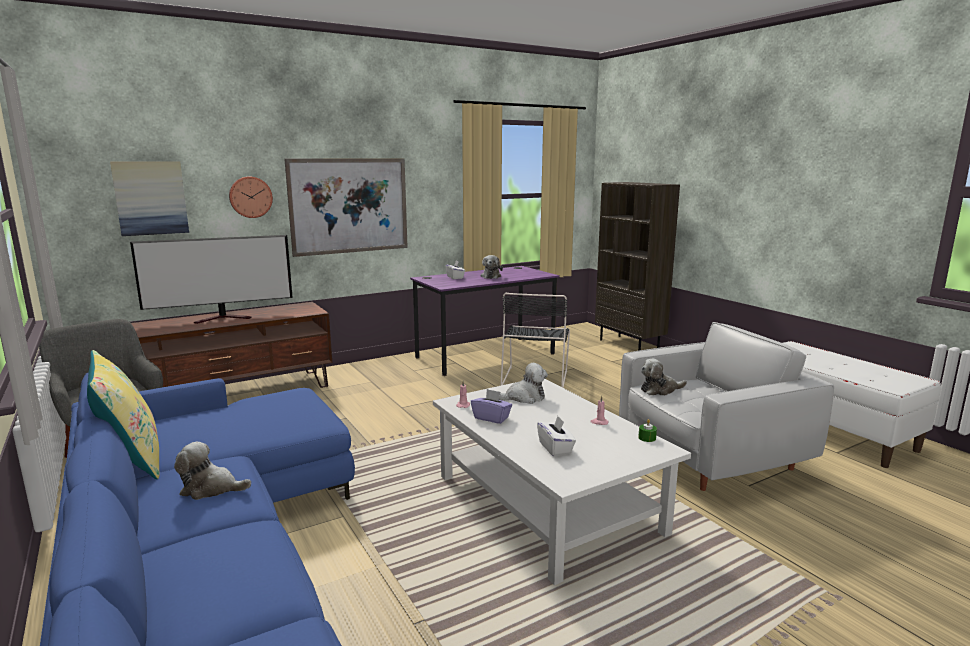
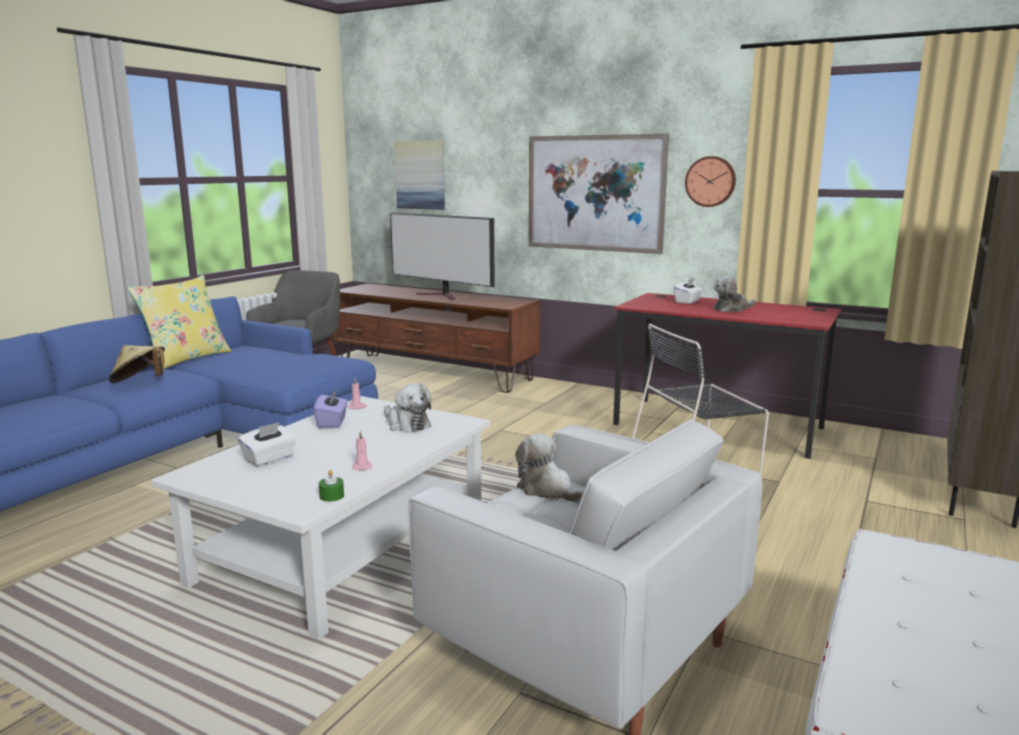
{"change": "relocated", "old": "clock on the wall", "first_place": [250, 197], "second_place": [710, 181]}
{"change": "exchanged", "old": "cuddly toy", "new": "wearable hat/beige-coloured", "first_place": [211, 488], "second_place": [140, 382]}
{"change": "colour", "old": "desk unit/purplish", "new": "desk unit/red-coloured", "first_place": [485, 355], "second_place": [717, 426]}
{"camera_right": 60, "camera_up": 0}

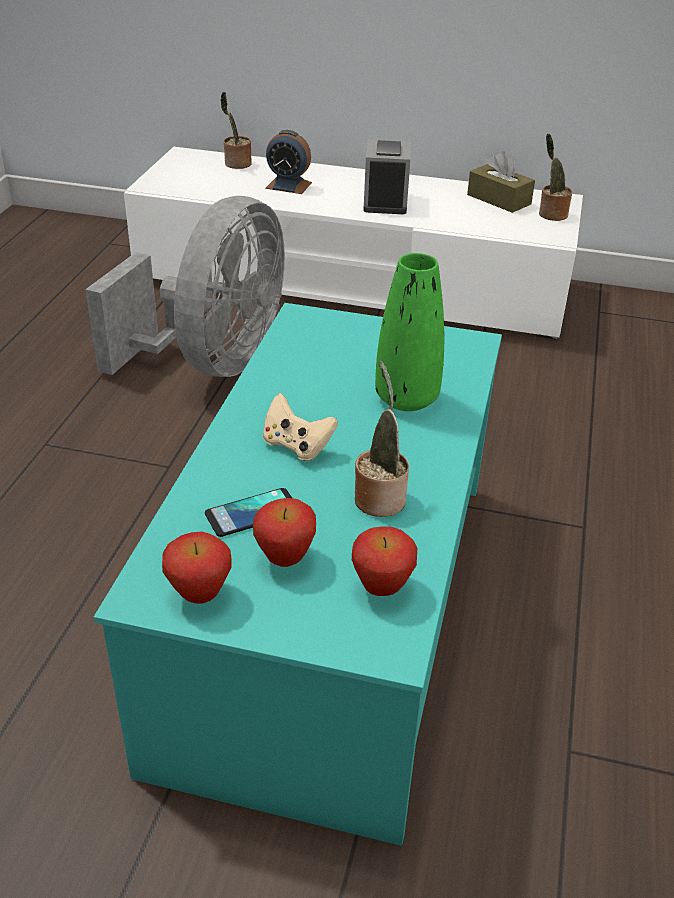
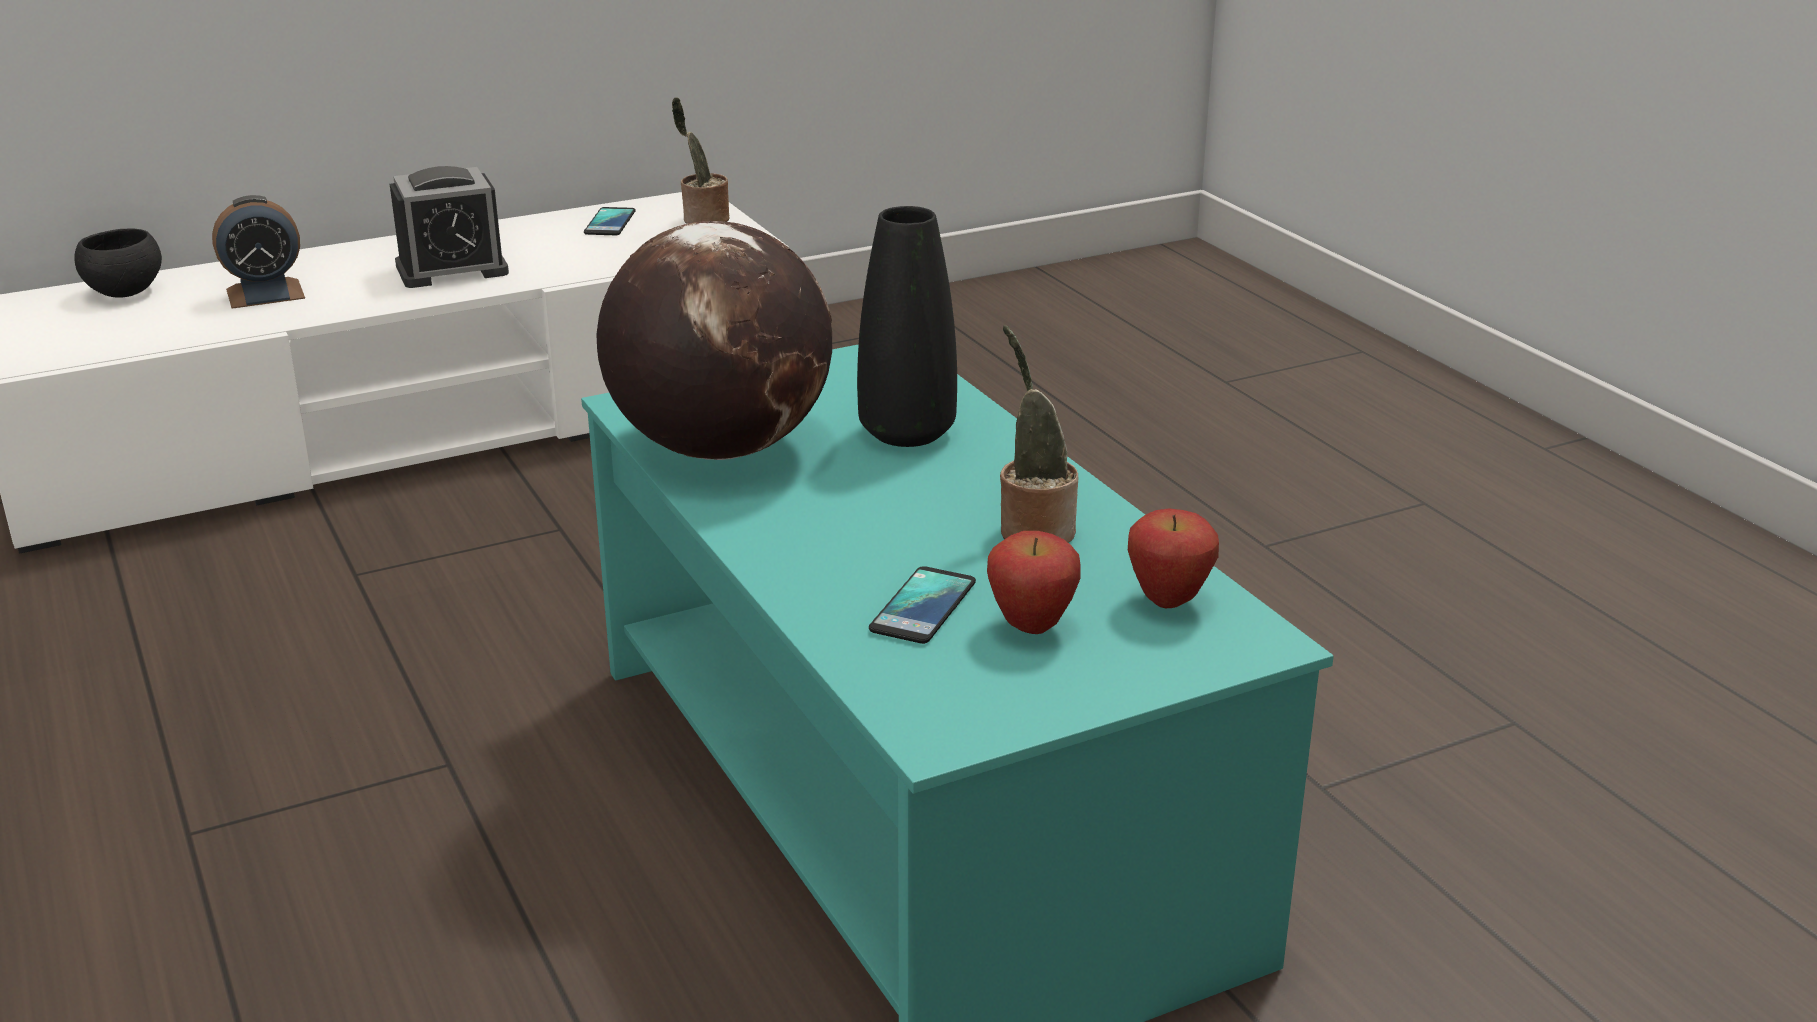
{"change": "missing", "old": "fan/grey", "first_place": [213, 362]}
{"change": "missing", "old": "whole apple", "first_place": [200, 595]}
{"change": "missing", "old": "game controller/beige-coloured", "first_place": [296, 446]}
{"change": "appeared", "new": "world globe", "second_place": [720, 448]}
{"change": "exchanged", "old": "houseplant", "new": "deep dish/black-coloured", "first_place": [236, 164], "second_place": [125, 292]}
{"change": "exchanged", "old": "tissue box/brown", "new": "phone", "first_place": [499, 199], "second_place": [610, 223]}
{"change": "colour", "old": "flower vase/green-coloured", "new": "flower vase/black-coloured", "first_place": [406, 399], "second_place": [907, 433]}
{"change": "spun", "old": "bedside clock", "first_place": [385, 201], "second_place": [452, 269], "degrees": 105}
{"camera_right": -40, "camera_up": -10}

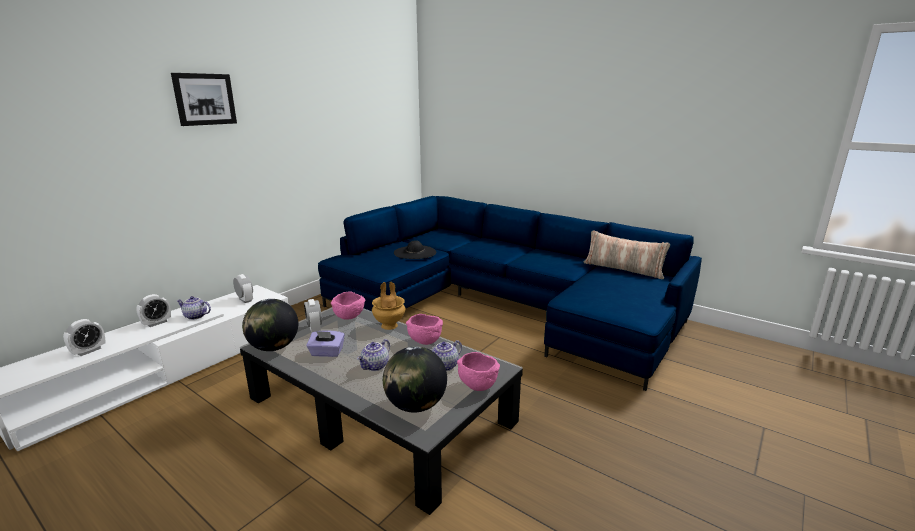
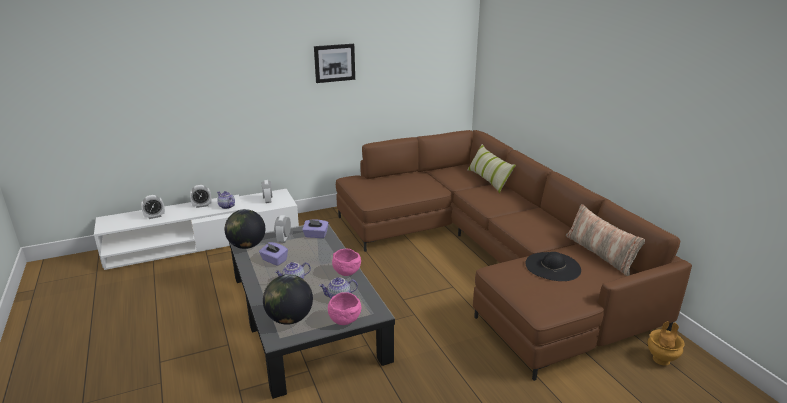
{"change": "appeared", "new": "pillow", "second_place": [488, 180]}
{"change": "relocated", "old": "picture", "first_place": [204, 99], "second_place": [334, 63]}
{"change": "relocated", "old": "flower vase/brown", "first_place": [390, 325], "second_place": [661, 359]}
{"change": "relocated", "old": "wearable hat/black-coloured", "first_place": [415, 252], "second_place": [553, 266]}
{"change": "exchanged", "old": "deep dish/pinkish", "new": "tissue box/purplish", "first_place": [349, 317], "second_place": [316, 235]}
{"change": "colour", "old": "couch/bluish", "new": "couch/brown", "first_place": [500, 304], "second_place": [487, 255]}
{"camera_right": 30, "camera_up": 5}

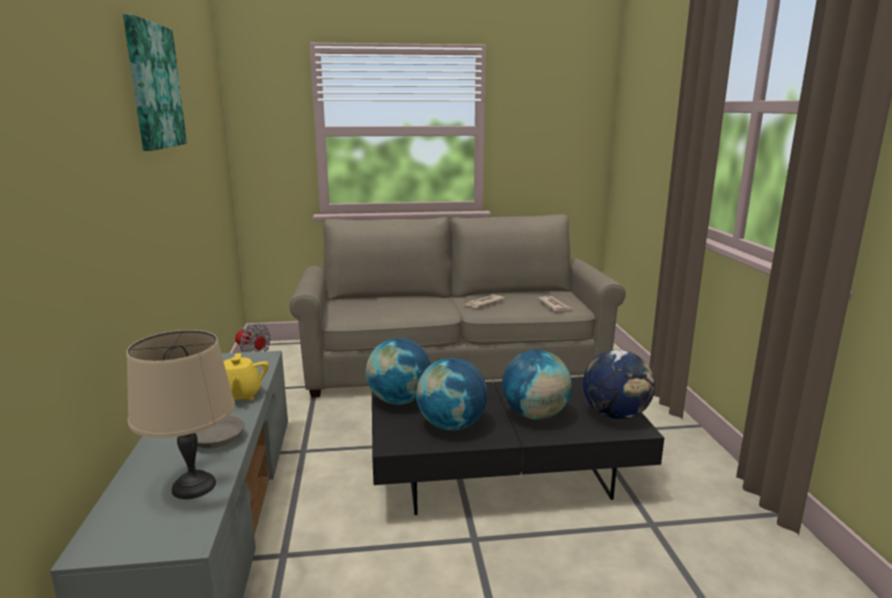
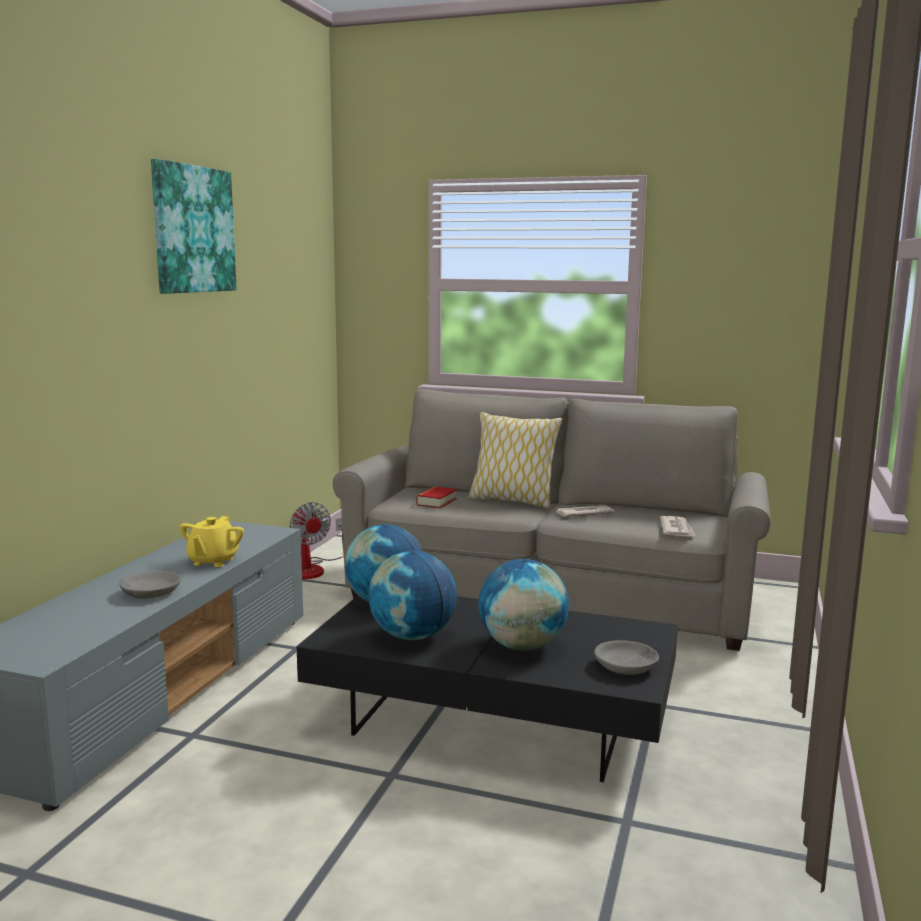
{"change": "missing", "old": "lamp for a table/beige-coloured", "first_place": [193, 487]}
{"change": "appeared", "new": "bound book", "second_place": [436, 502]}
{"change": "appeared", "new": "pillow", "second_place": [512, 501]}
{"change": "exchanged", "old": "world globe", "new": "deep dish/grey", "first_place": [615, 415], "second_place": [626, 667]}
{"camera_right": 25, "camera_up": -5}

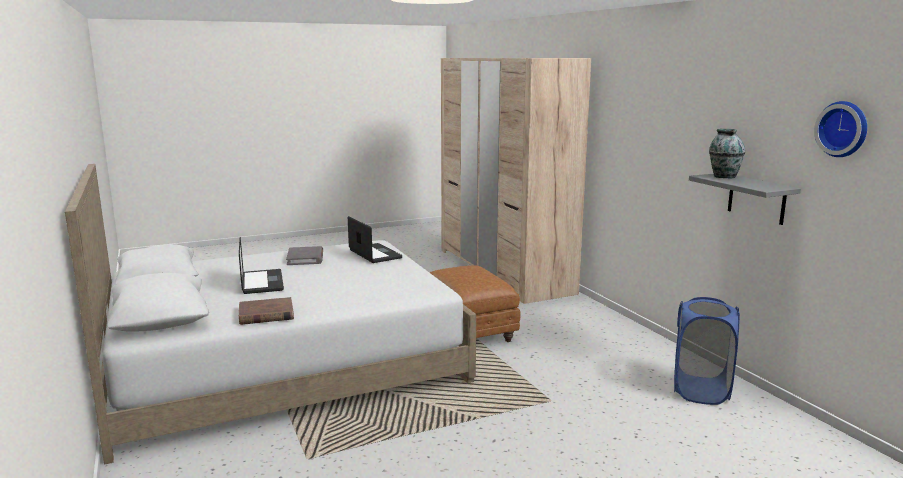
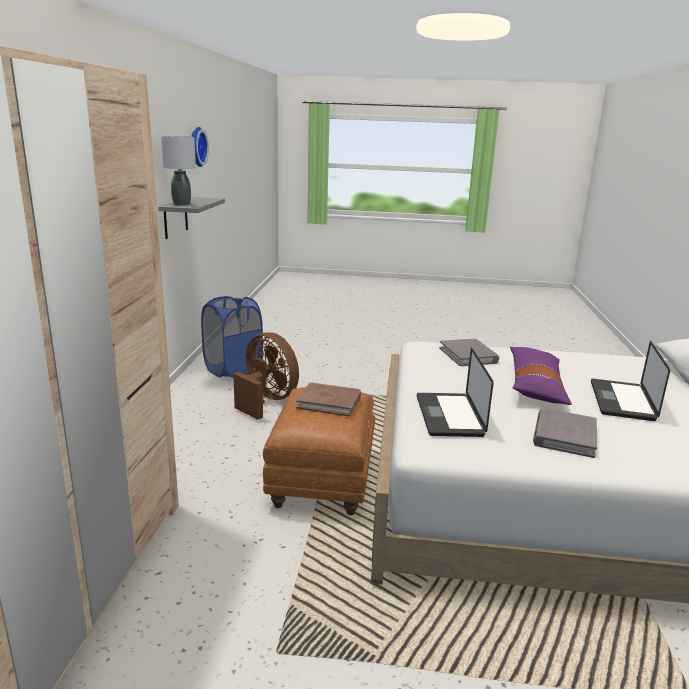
{"change": "appeared", "new": "fan/brown", "second_place": [266, 401]}
{"change": "appeared", "new": "bound book/grey", "second_place": [468, 355]}
{"change": "appeared", "new": "pillow/purplish", "second_place": [535, 386]}
{"change": "relocated", "old": "bound book/brown", "first_place": [266, 314], "second_place": [329, 402]}
{"change": "exchanged", "old": "flower vase", "new": "lamp for a table/grey", "first_place": [724, 176], "second_place": [181, 204]}
{"camera_right": -150, "camera_up": 5}

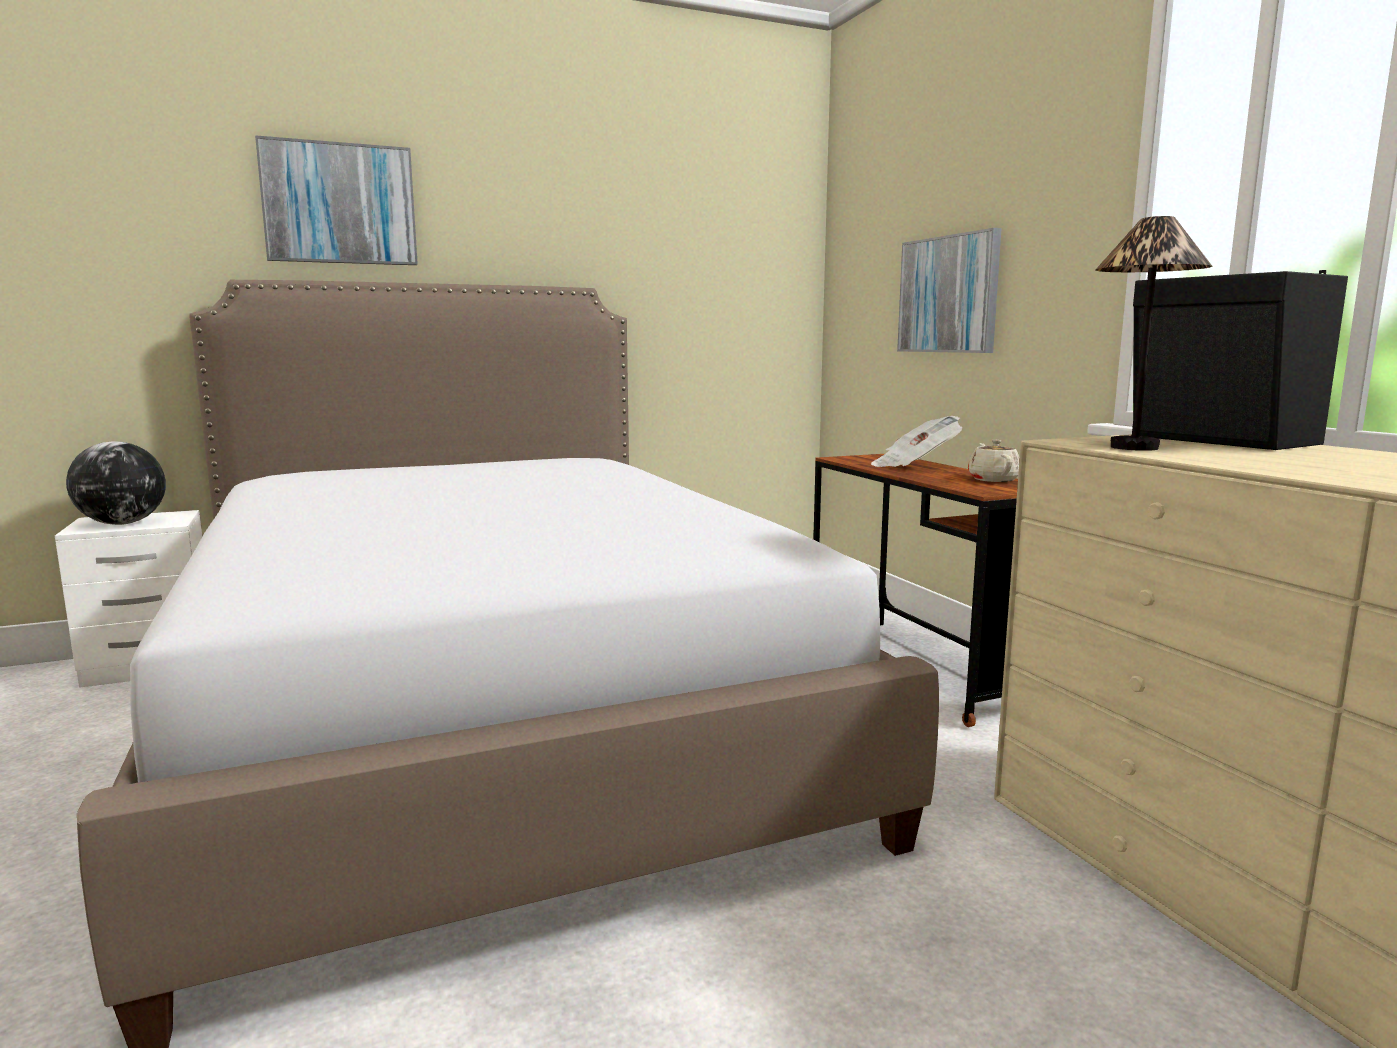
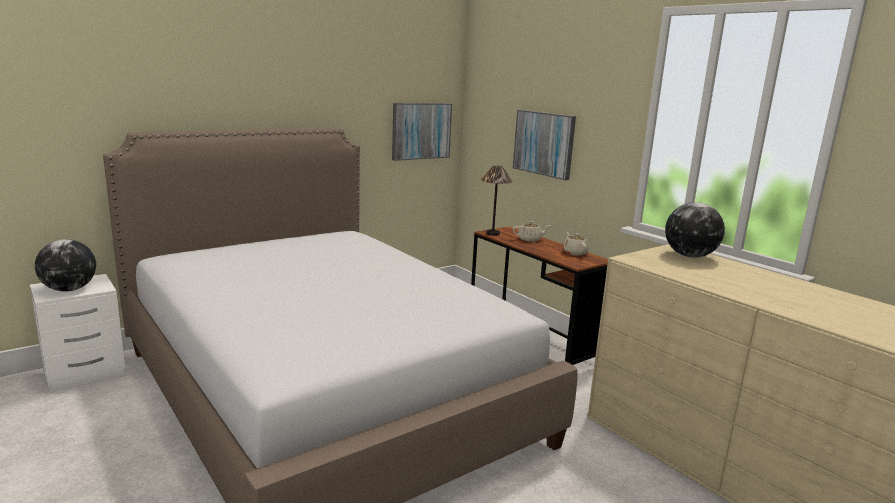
{"change": "relocated", "old": "picture", "first_place": [339, 204], "second_place": [421, 131]}
{"change": "relocated", "old": "lamp for a table", "first_place": [1133, 447], "second_place": [492, 233]}
{"change": "exchanged", "old": "printed paper", "new": "pot for tea/beige-coloured", "first_place": [914, 465], "second_place": [530, 239]}
{"change": "exchanged", "old": "audio speaker/black-coloured", "new": "world globe", "first_place": [1222, 441], "second_place": [690, 256]}
{"camera_right": -15, "camera_up": 5}

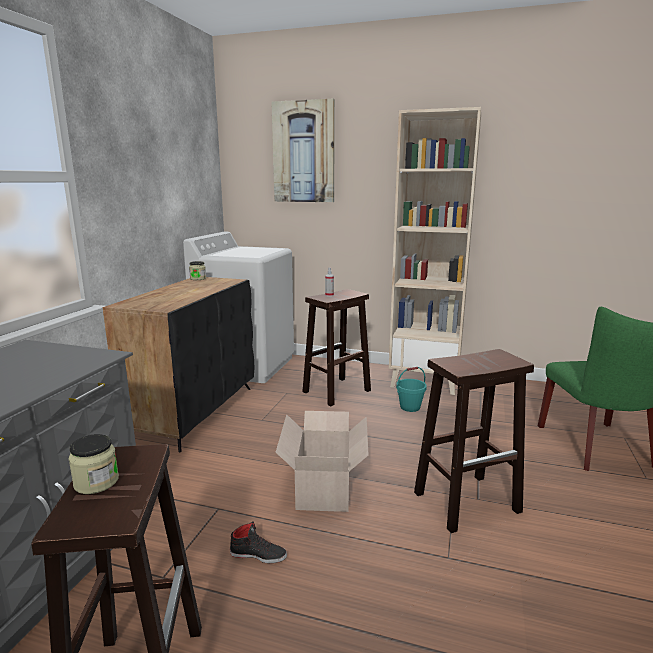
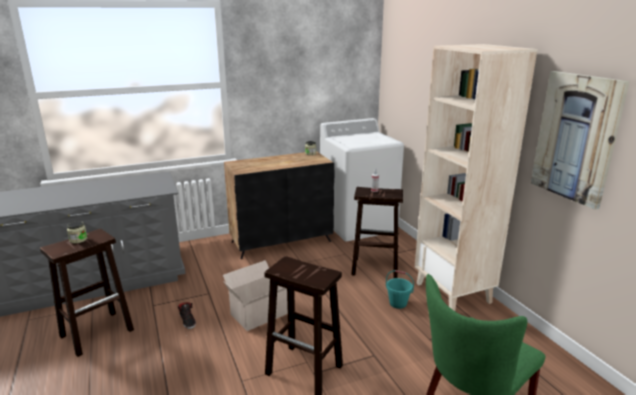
{"change": "relocated", "old": "picture", "first_place": [304, 152], "second_place": [576, 138]}
{"camera_right": 50, "camera_up": 5}

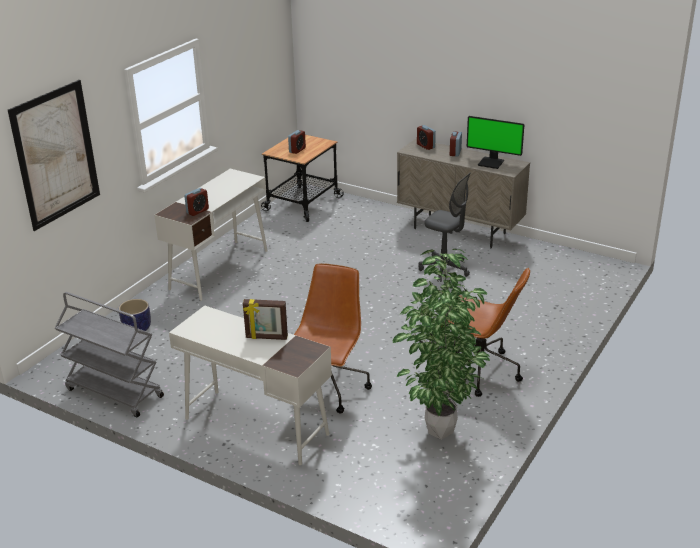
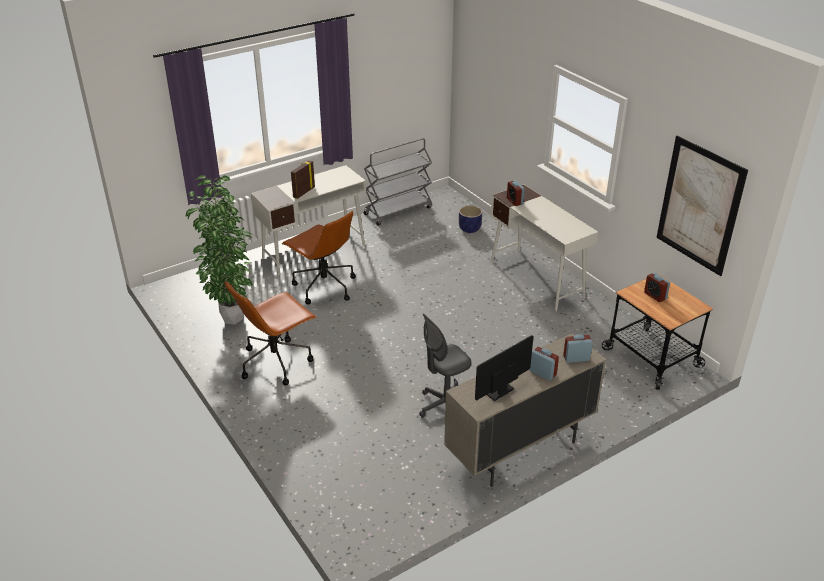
{"change": "relocated", "old": "picture", "first_place": [56, 155], "second_place": [699, 206]}
{"camera_right": 115, "camera_up": 5}

